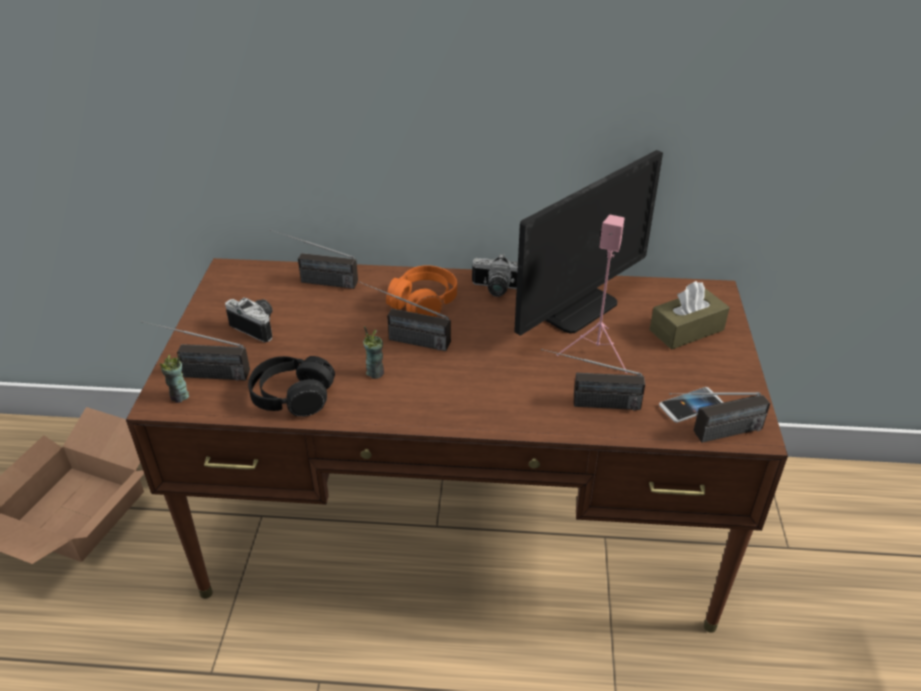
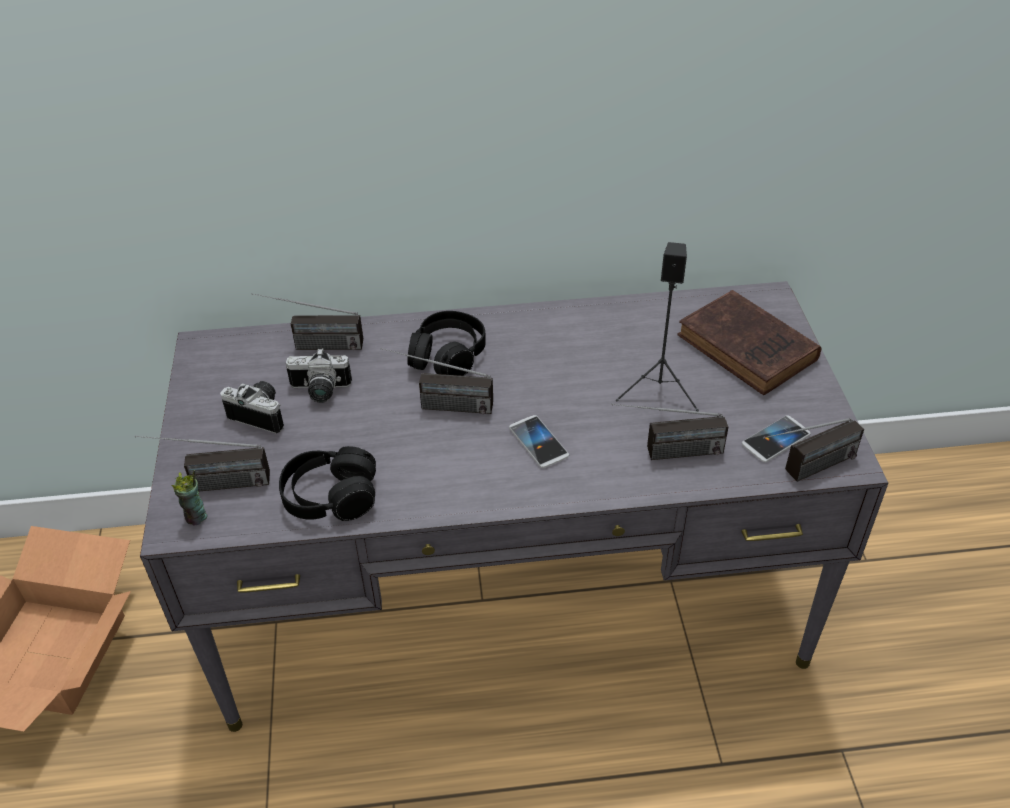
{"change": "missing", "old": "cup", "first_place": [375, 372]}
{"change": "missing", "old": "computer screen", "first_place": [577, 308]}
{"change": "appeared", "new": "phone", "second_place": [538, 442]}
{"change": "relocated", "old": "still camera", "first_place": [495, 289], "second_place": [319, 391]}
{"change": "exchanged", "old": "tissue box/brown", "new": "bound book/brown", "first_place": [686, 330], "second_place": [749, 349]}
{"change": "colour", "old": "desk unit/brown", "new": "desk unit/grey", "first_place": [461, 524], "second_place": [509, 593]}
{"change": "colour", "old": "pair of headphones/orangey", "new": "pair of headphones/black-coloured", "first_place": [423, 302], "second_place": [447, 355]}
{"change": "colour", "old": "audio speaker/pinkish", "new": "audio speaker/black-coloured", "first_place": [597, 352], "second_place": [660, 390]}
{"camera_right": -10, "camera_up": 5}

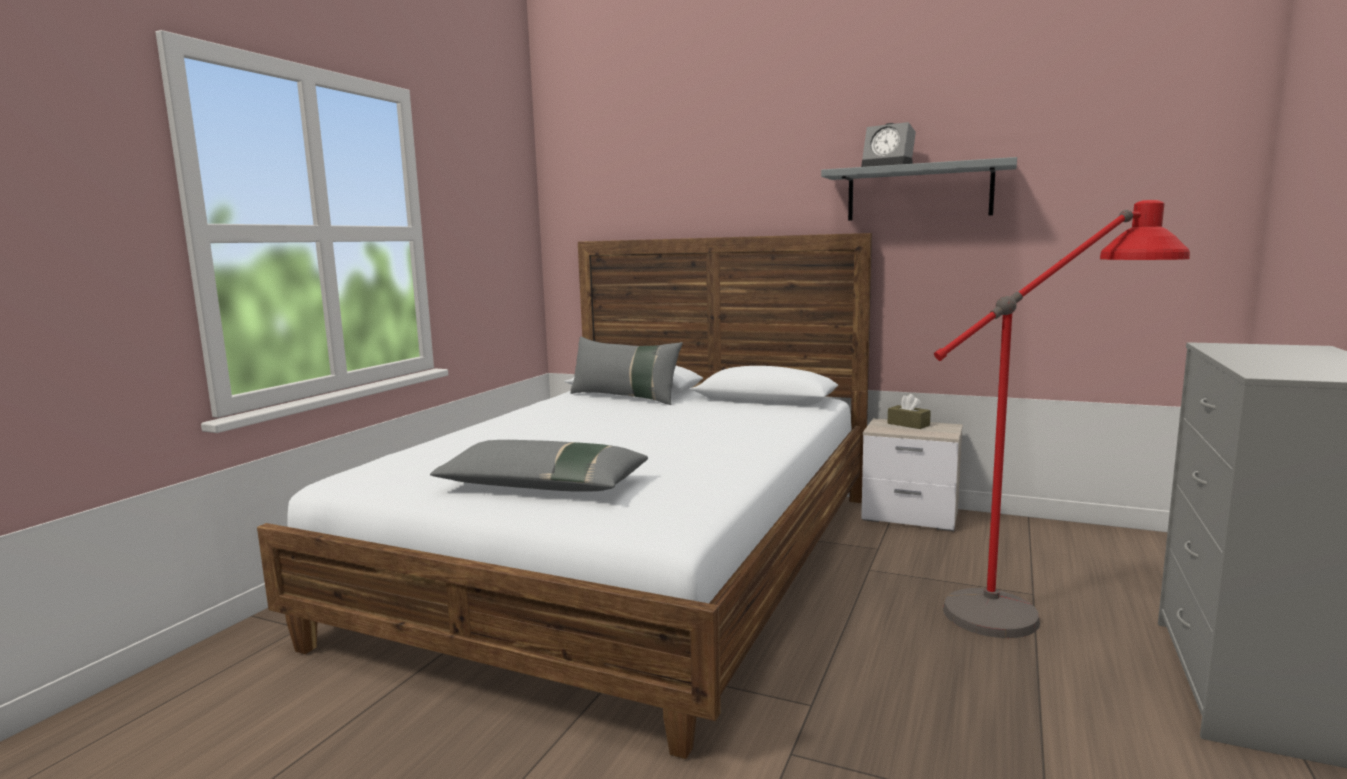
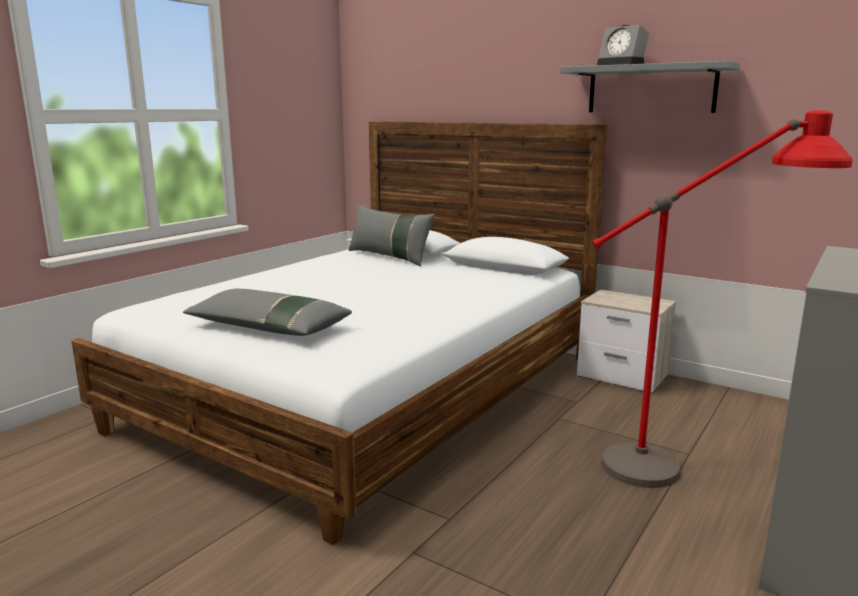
{"change": "missing", "old": "tissue box/brown", "first_place": [908, 424]}
{"camera_right": 10, "camera_up": 5}

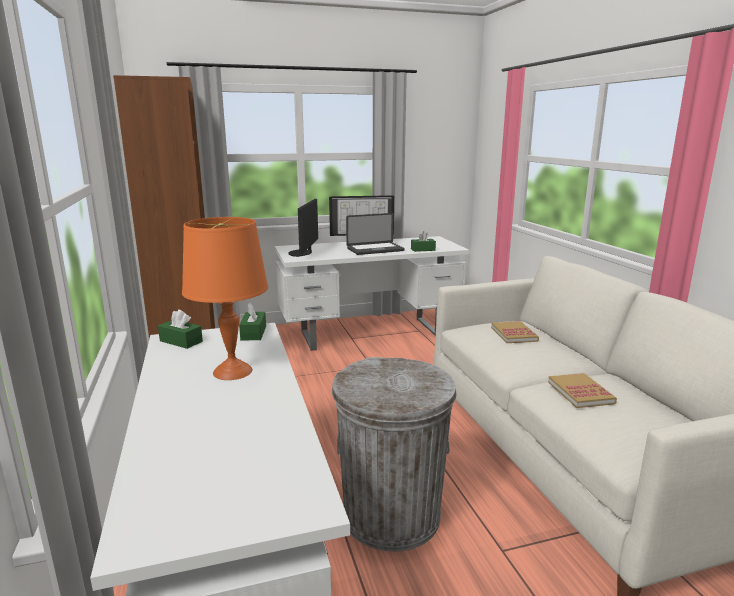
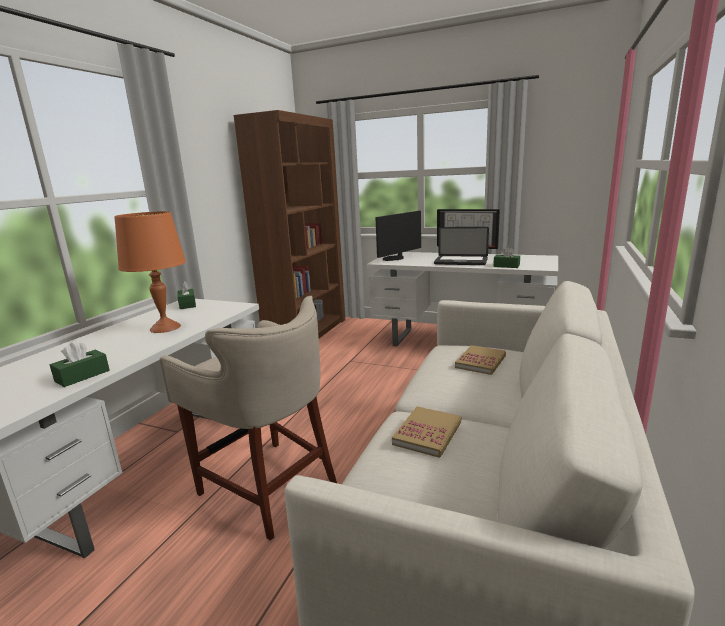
{"change": "relocated", "old": "tissue box/green-coloured", "first_place": [253, 333], "second_place": [82, 376]}
{"change": "exchanged", "old": "waste bin/grey", "new": "sitting stool/beige-coloured", "first_place": [391, 515], "second_place": [269, 485]}
{"camera_right": 40, "camera_up": 0}

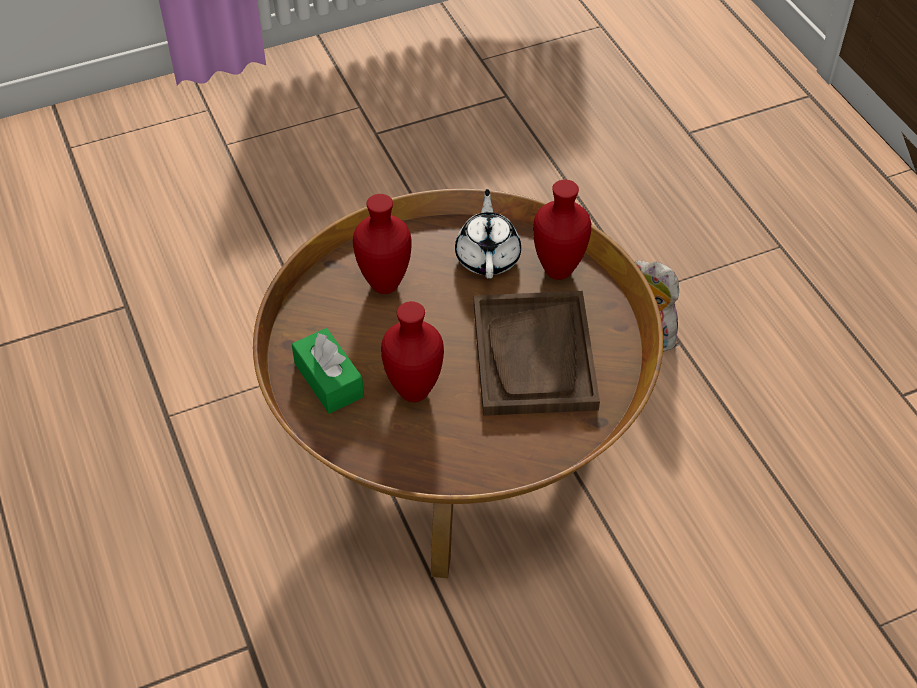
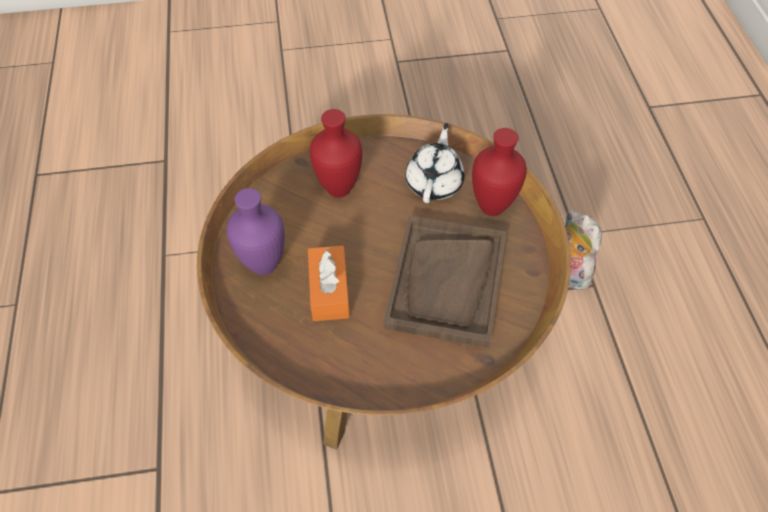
{"change": "exchanged", "old": "tissue box/green-coloured", "new": "flower vase/purplish", "first_place": [329, 380], "second_place": [262, 264]}
{"change": "exchanged", "old": "flower vase/red-coloured", "new": "tissue box/orangey", "first_place": [412, 391], "second_place": [329, 290]}
{"camera_right": 15, "camera_up": 5}

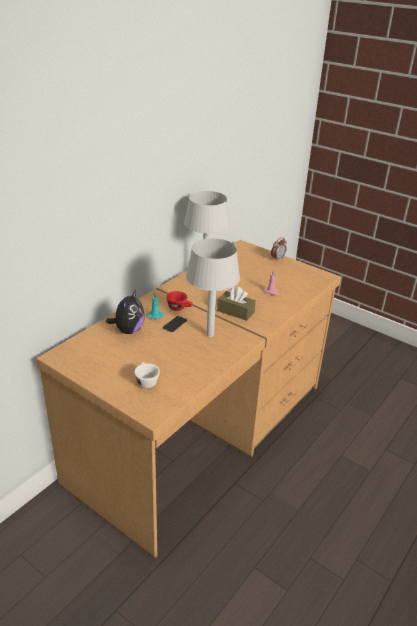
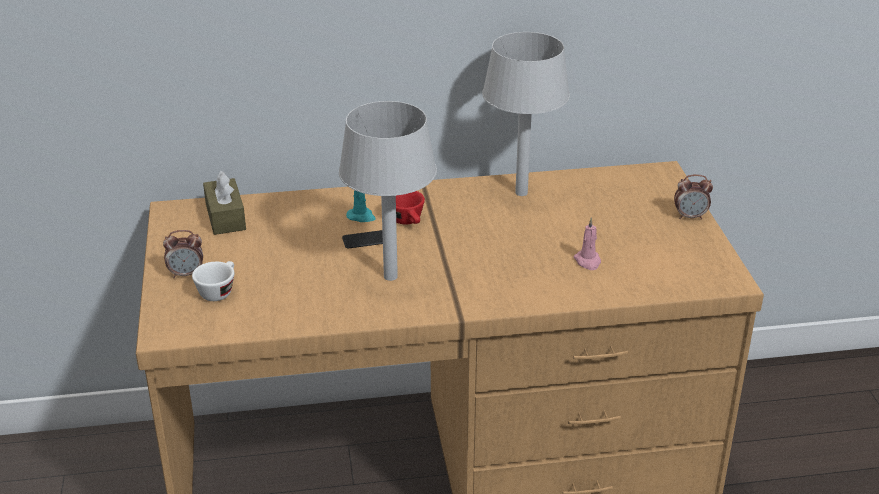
{"change": "missing", "old": "cuddly toy", "first_place": [128, 330]}
{"change": "appeared", "new": "bedside clock", "second_place": [186, 274]}
{"change": "relocated", "old": "tissue box/brown", "first_place": [235, 311], "second_place": [225, 217]}
{"camera_right": 45, "camera_up": 0}

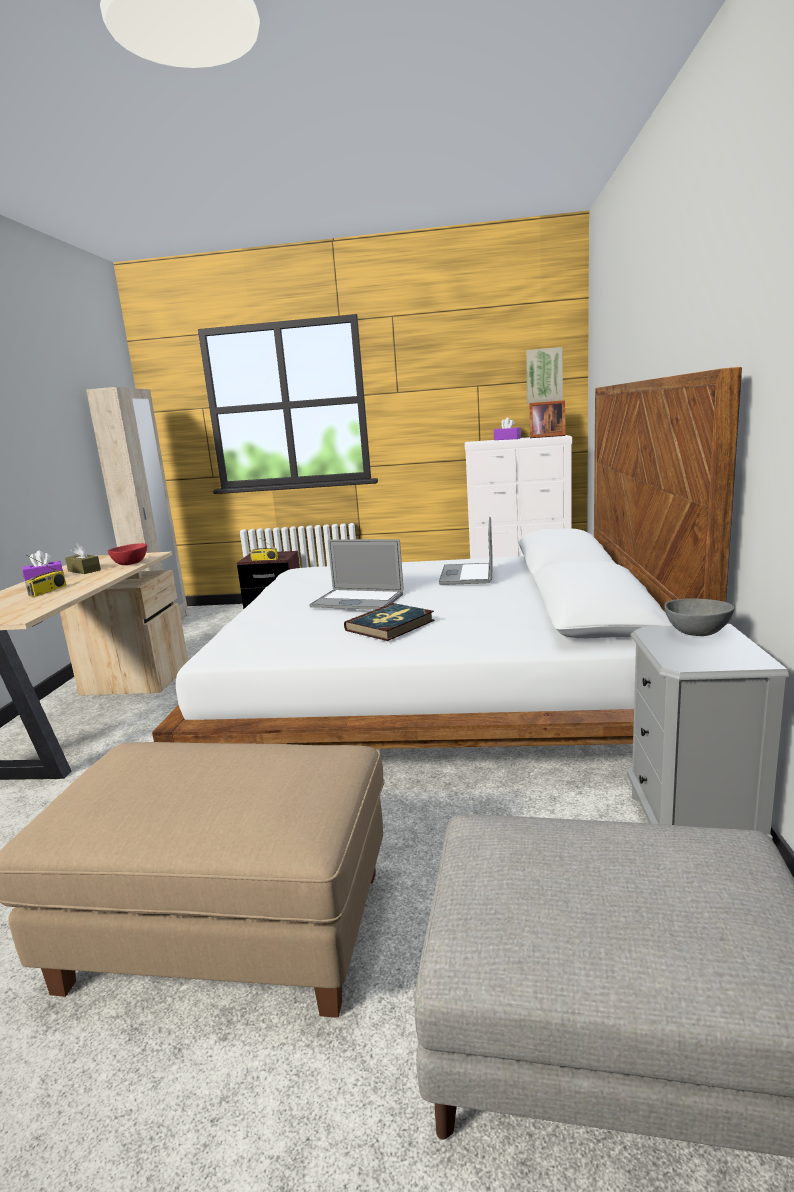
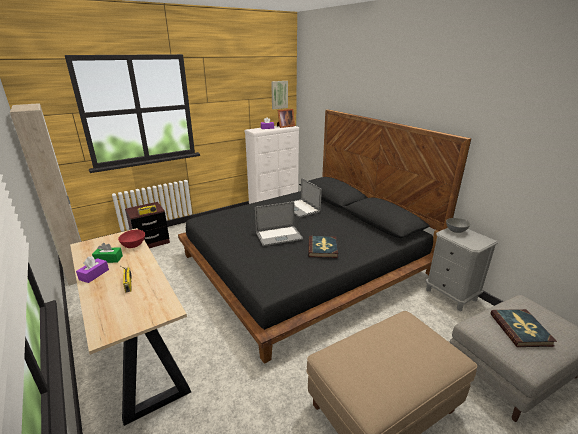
{"change": "appeared", "new": "bound book", "second_place": [520, 329]}
{"change": "colour", "old": "tissue box/brown", "new": "tissue box/green-coloured", "first_place": [84, 570], "second_place": [108, 259]}
{"change": "colour", "old": "bed/whitish", "new": "bed/black-coloured", "first_place": [435, 686], "second_place": [303, 265]}
{"camera_right": -40, "camera_up": 10}

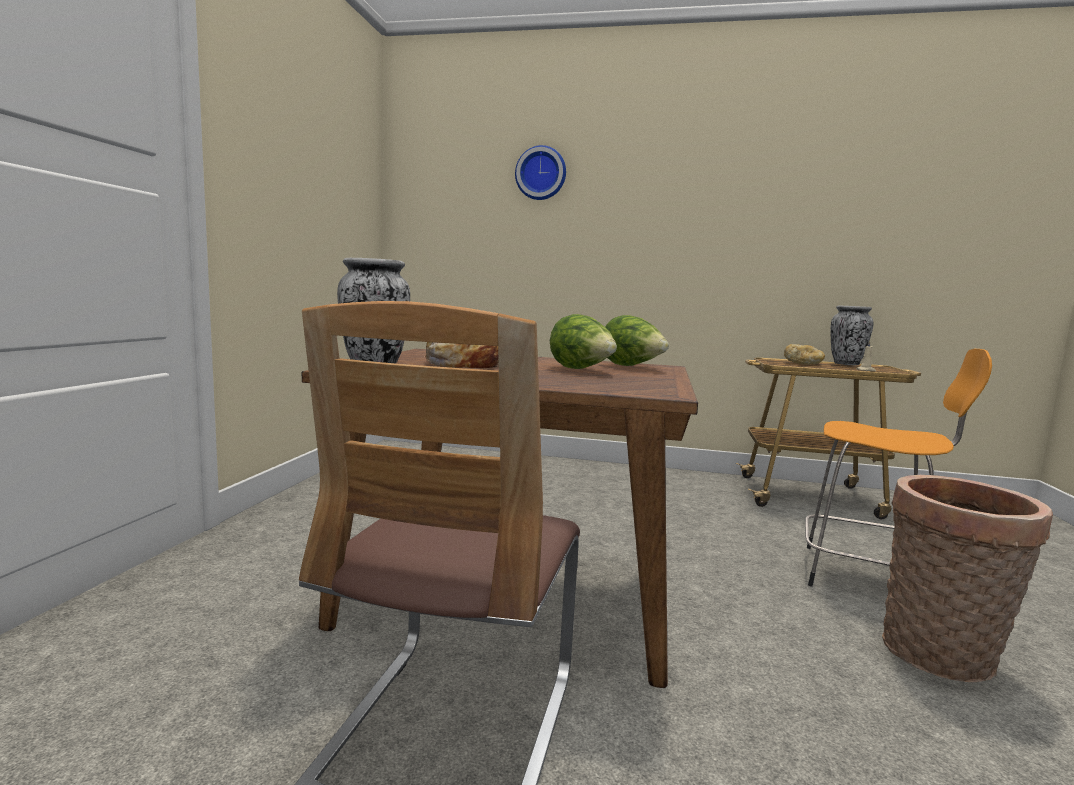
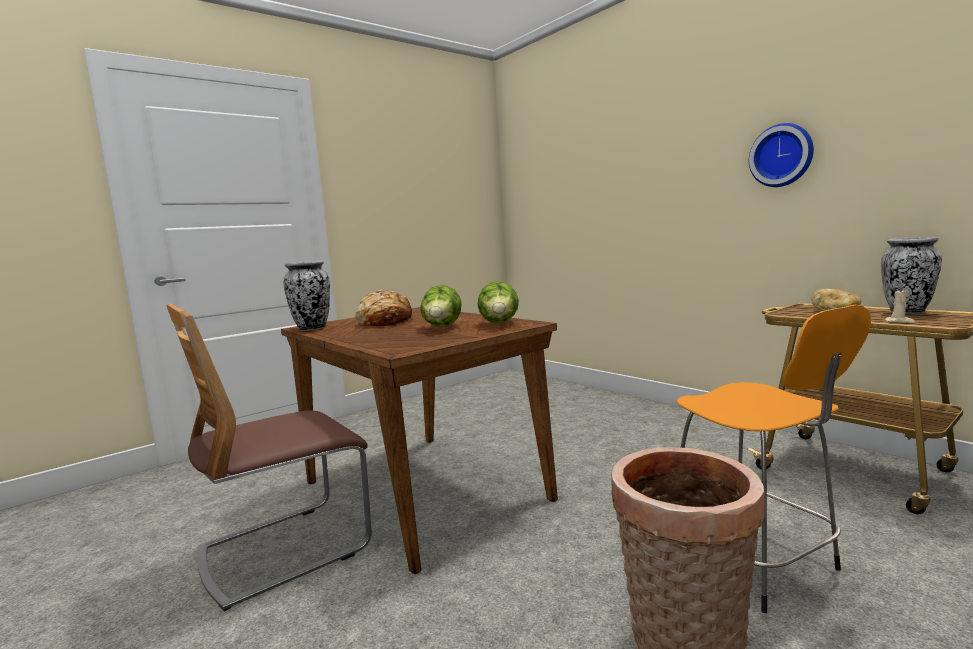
{"change": "relocated", "old": "clock on the wall", "first_place": [541, 173], "second_place": [782, 155]}
{"camera_right": 40, "camera_up": 0}

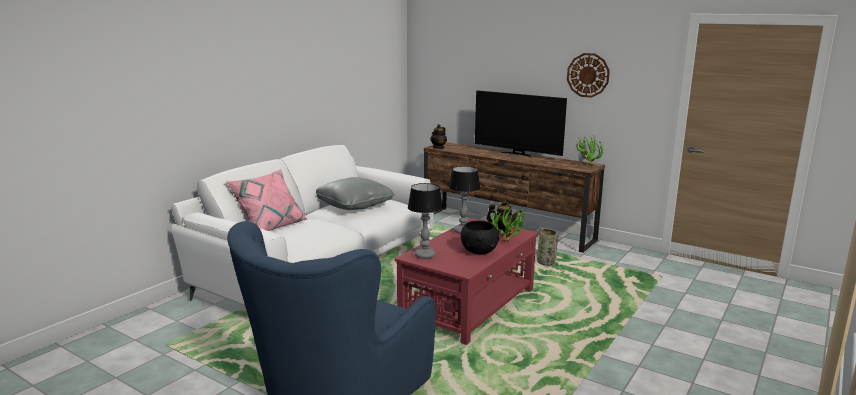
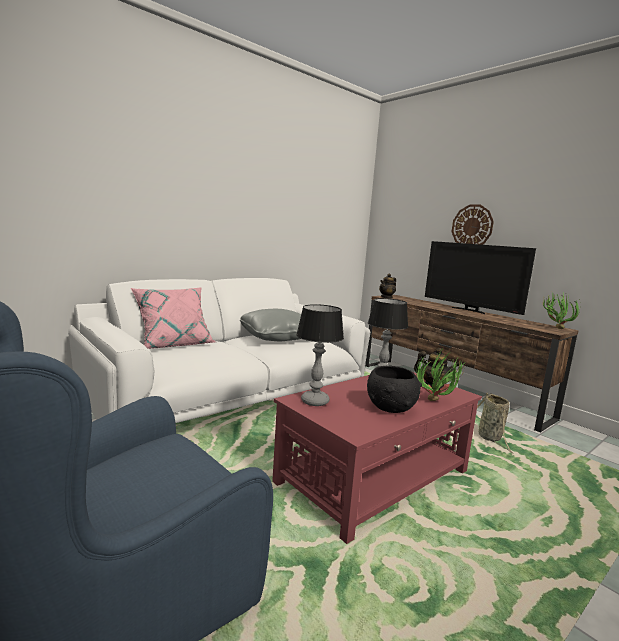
{"change": "relocated", "old": "clock on the wall", "first_place": [588, 75], "second_place": [472, 226]}
{"camera_right": 15, "camera_up": -5}

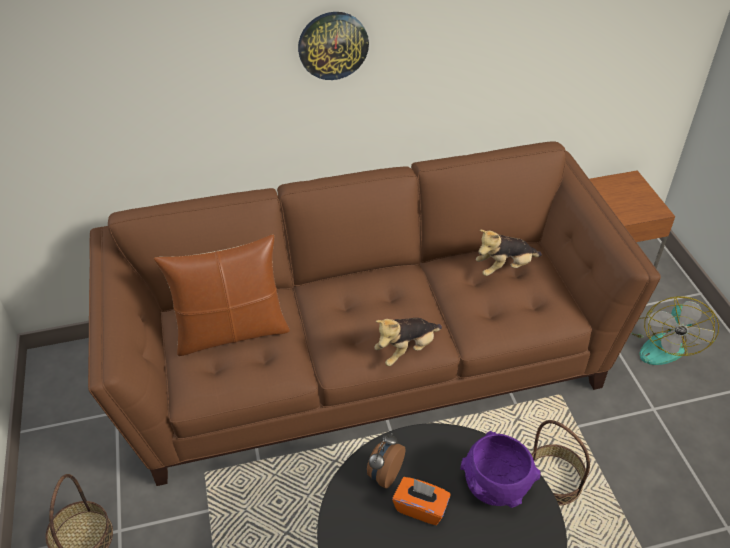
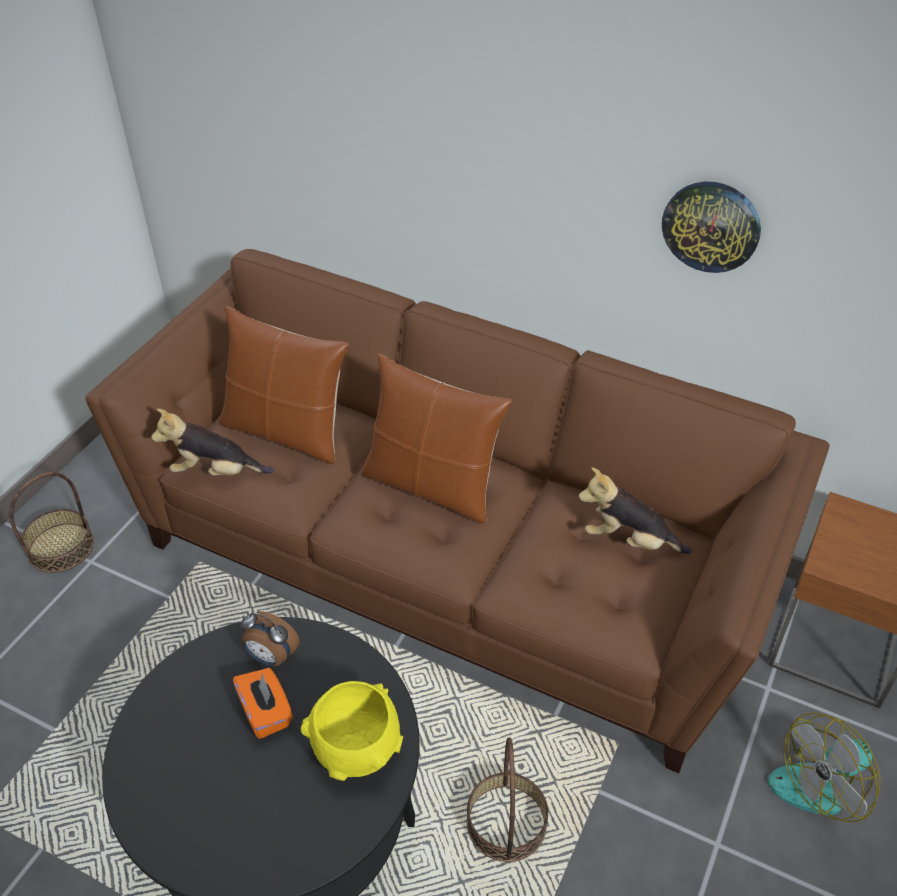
{"change": "appeared", "new": "pillow/brown", "second_place": [432, 485]}
{"change": "relocated", "old": "clock on the wall", "first_place": [333, 45], "second_place": [711, 226]}
{"change": "relocated", "old": "cuddly toy", "first_place": [406, 350], "second_place": [215, 471]}
{"change": "colour", "old": "deep dish/purplish", "new": "deep dish/yellow", "first_place": [495, 486], "second_place": [355, 750]}
{"change": "spun", "old": "bedside clock", "first_place": [384, 474], "second_place": [271, 657], "degrees": -135}
{"camera_right": 40, "camera_up": 0}

